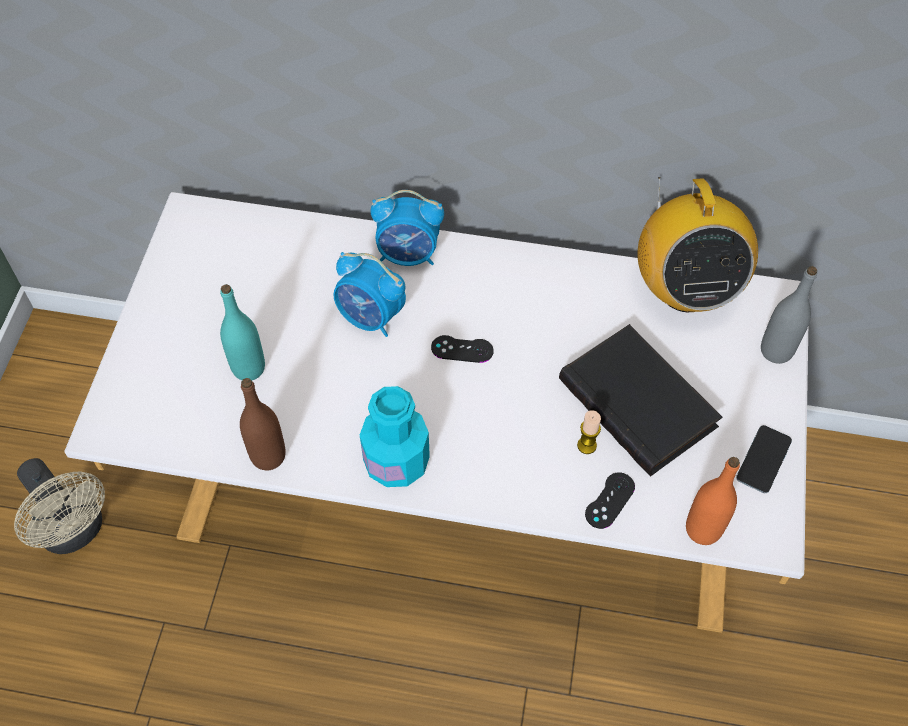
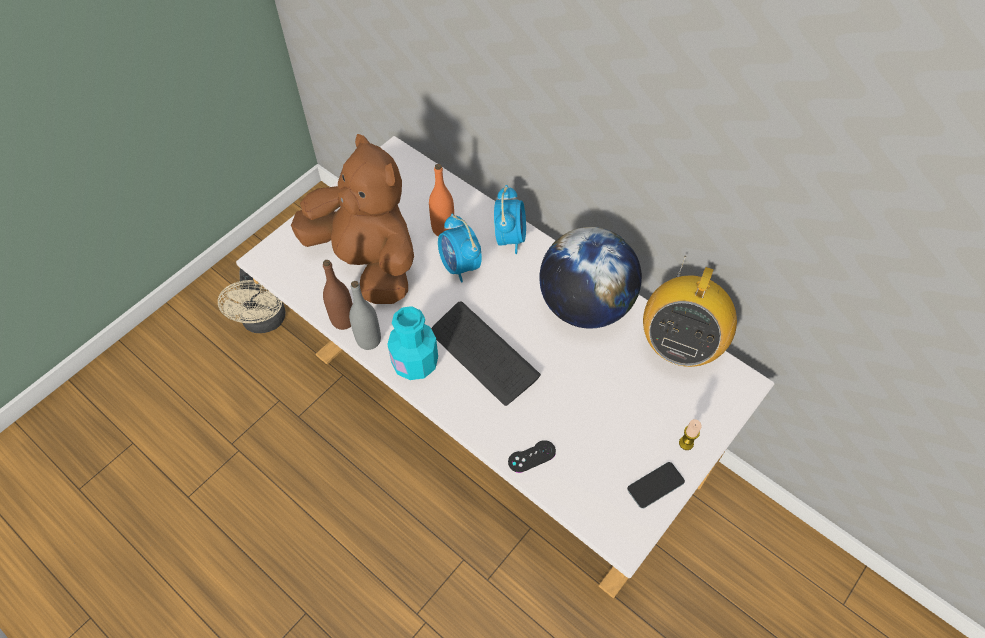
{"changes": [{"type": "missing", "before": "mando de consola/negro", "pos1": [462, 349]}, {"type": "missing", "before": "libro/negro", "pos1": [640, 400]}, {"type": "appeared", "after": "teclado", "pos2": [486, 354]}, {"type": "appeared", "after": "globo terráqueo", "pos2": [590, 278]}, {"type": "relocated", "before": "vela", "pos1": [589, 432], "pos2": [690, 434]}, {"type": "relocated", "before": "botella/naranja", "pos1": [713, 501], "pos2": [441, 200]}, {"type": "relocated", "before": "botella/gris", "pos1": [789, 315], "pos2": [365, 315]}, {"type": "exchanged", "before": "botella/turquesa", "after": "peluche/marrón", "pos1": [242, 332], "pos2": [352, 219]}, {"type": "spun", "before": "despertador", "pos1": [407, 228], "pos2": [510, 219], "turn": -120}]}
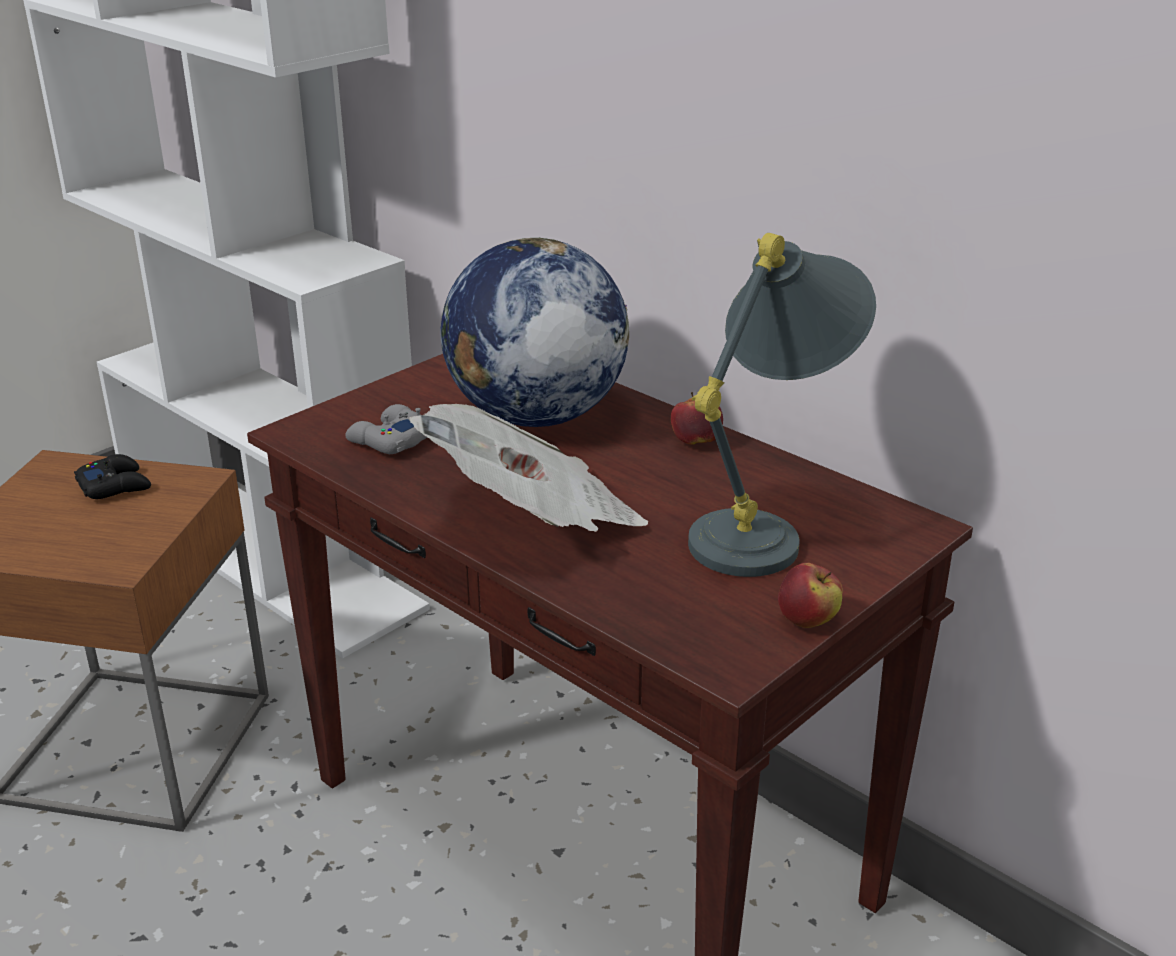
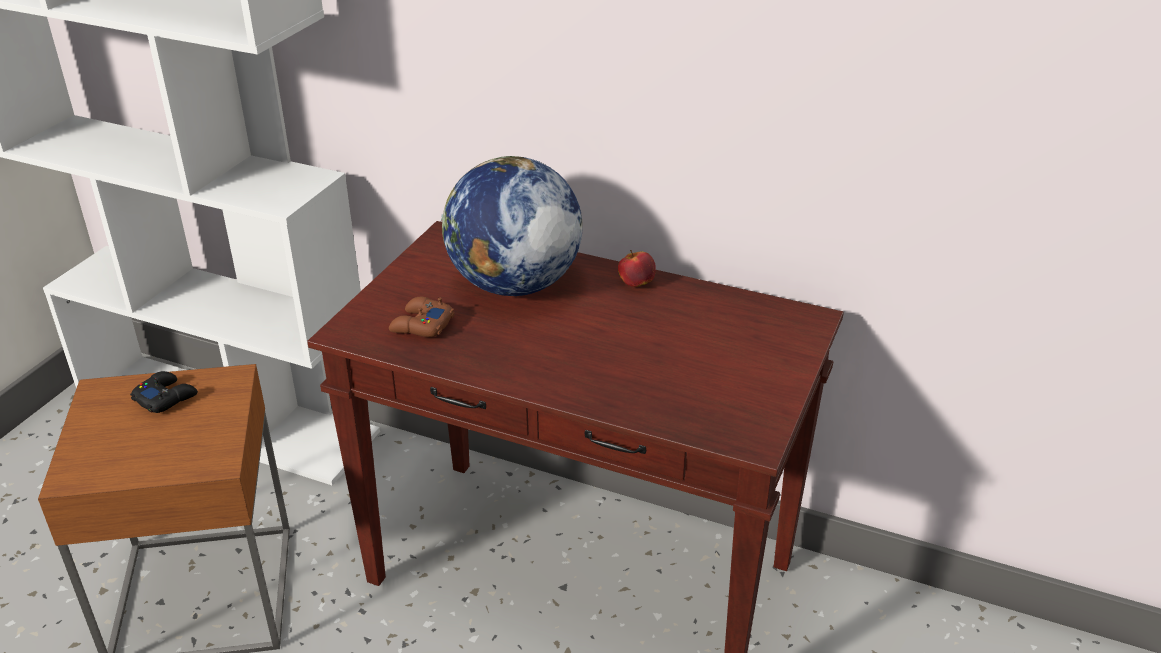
{"changes": [{"type": "missing", "before": "periódico", "pos1": [528, 468]}, {"type": "missing", "before": "lámpara de mesa/gris", "pos1": [782, 405]}, {"type": "missing", "before": "manzana", "pos1": [810, 595]}, {"type": "colour", "before": "mando de consola/gris", "after": "mando de consola/marrón", "pos1": [386, 429], "pos2": [421, 317]}]}
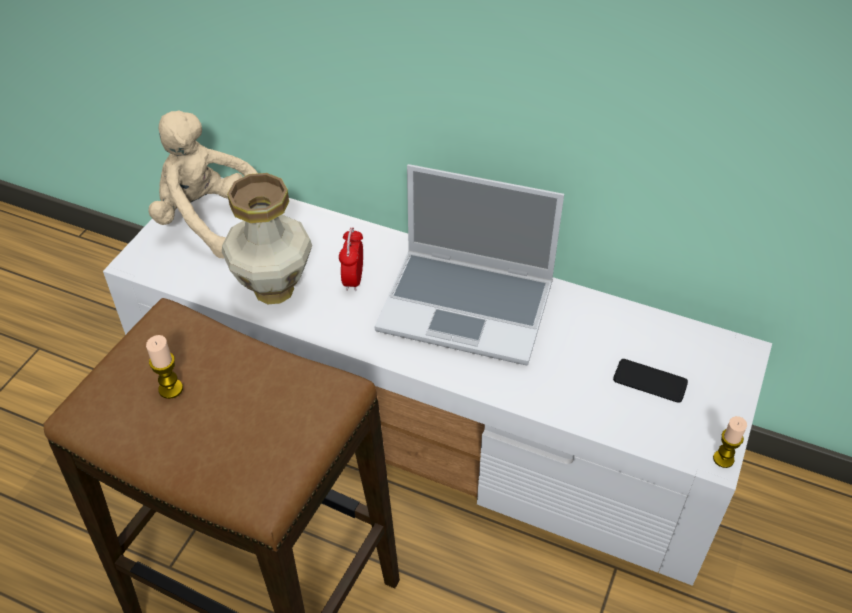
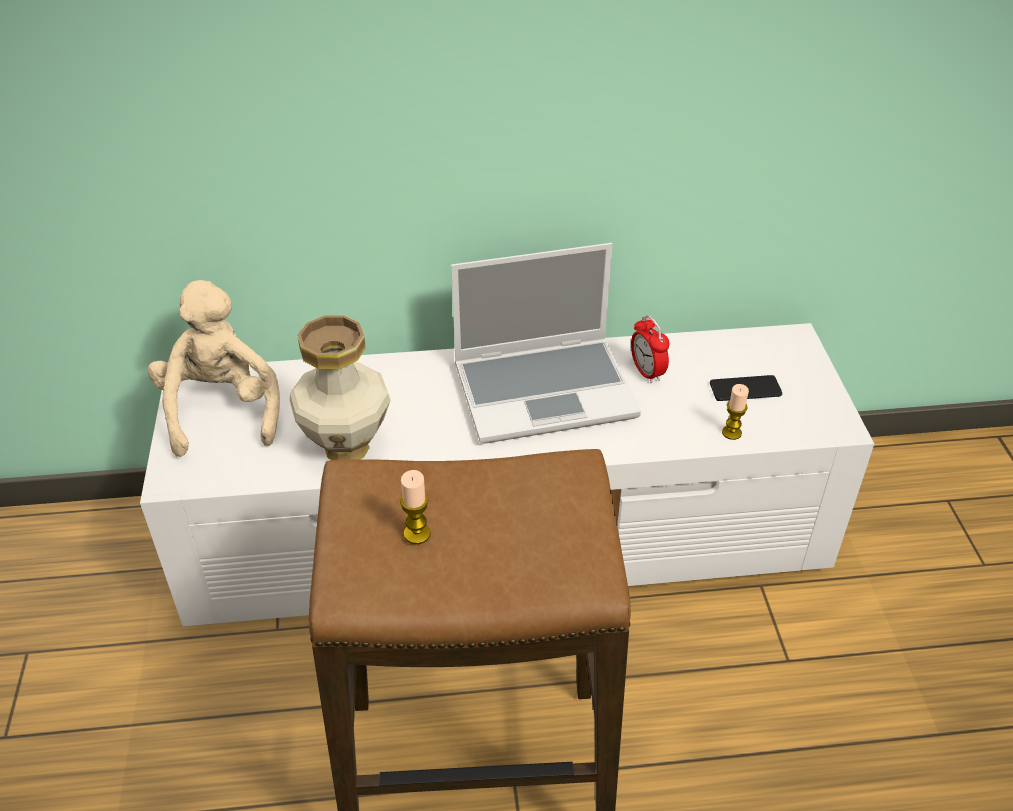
{"changes": [{"type": "relocated", "before": "despertador", "pos1": [351, 259], "pos2": [650, 349]}, {"type": "relocated", "before": "vela", "pos1": [730, 442], "pos2": [735, 412]}, {"type": "spun", "before": "peluche/beis", "pos1": [203, 184], "pos2": [214, 368], "turn": 75}]}
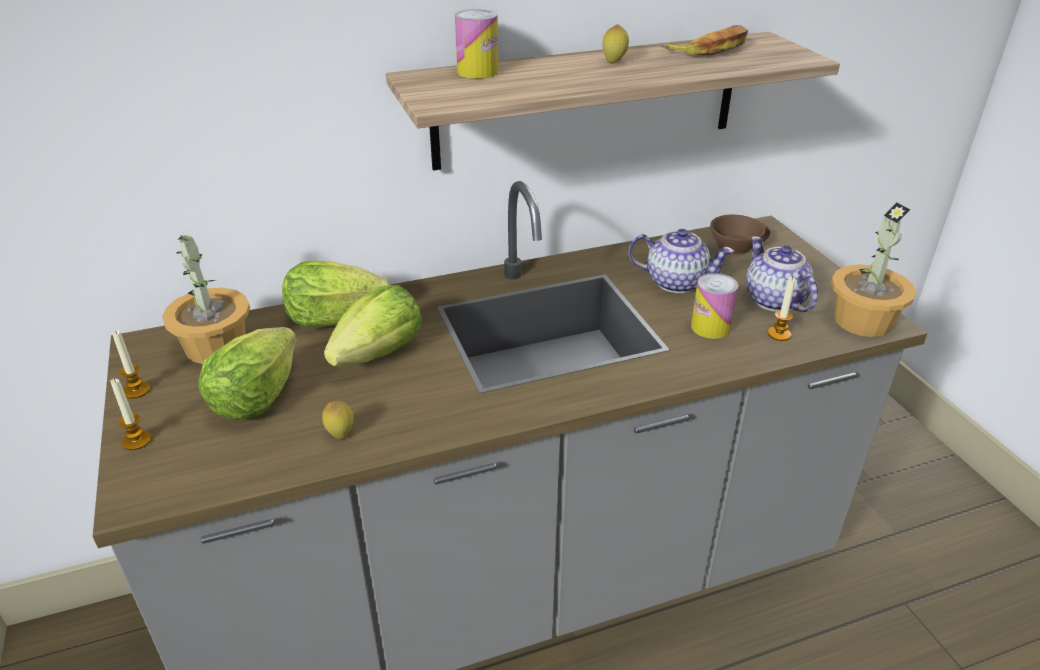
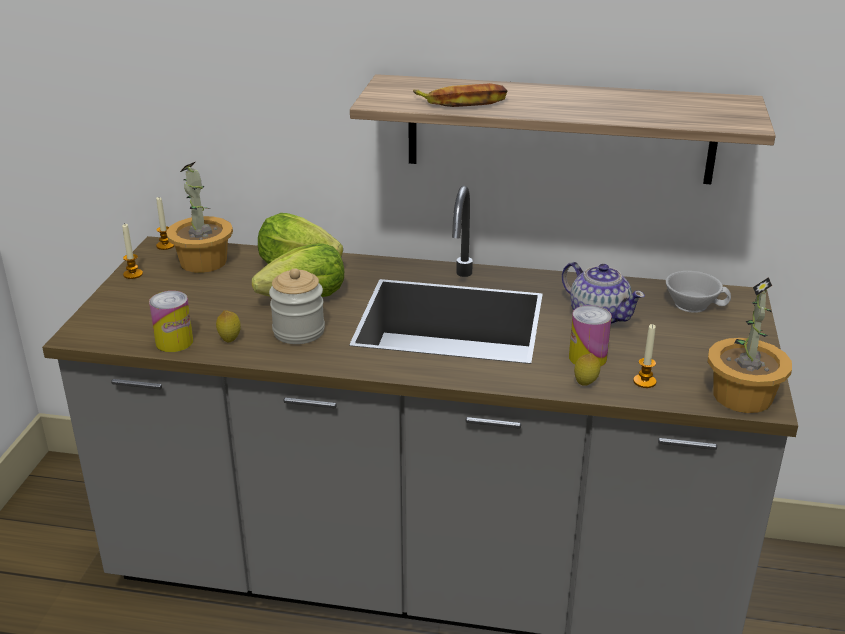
{"changes": [{"type": "missing", "before": "lechuga", "pos1": [247, 373]}, {"type": "missing", "before": "tetera", "pos1": [782, 274]}, {"type": "appeared", "after": "tarro", "pos2": [297, 306]}, {"type": "relocated", "before": "vela", "pos1": [130, 414], "pos2": [165, 223]}, {"type": "relocated", "before": "lata", "pos1": [476, 44], "pos2": [171, 321]}, {"type": "relocated", "before": "limón", "pos1": [615, 43], "pos2": [587, 369]}, {"type": "relocated", "before": "plátano", "pos1": [704, 40], "pos2": [460, 95]}, {"type": "colour", "before": "taza/marrón", "after": "taza/blanco", "pos1": [740, 234], "pos2": [698, 292]}]}
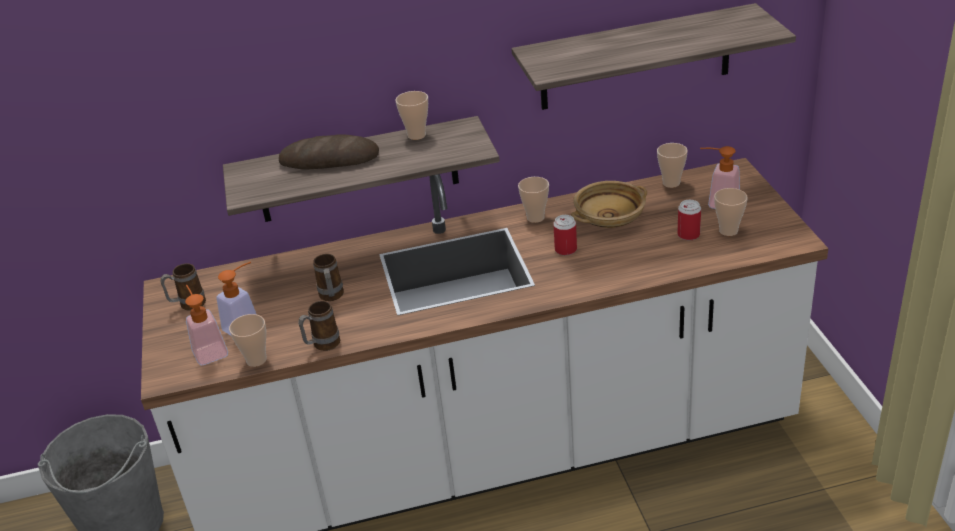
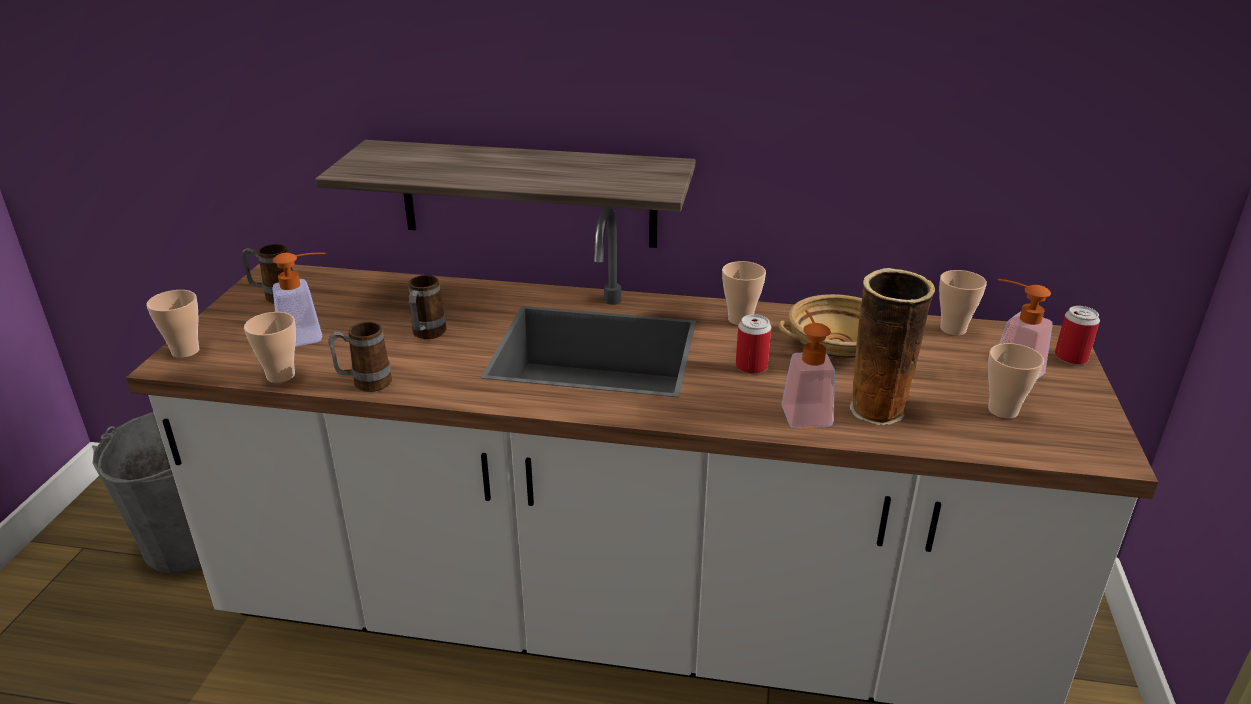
{"changes": [{"type": "missing", "before": "pan", "pos1": [329, 152]}, {"type": "missing", "before": "estante", "pos1": [653, 56]}, {"type": "appeared", "after": "florero", "pos2": [892, 346]}, {"type": "relocated", "before": "dispensador de jabón", "pos1": [206, 325], "pos2": [808, 369]}, {"type": "relocated", "before": "taza", "pos1": [412, 115], "pos2": [172, 324]}, {"type": "relocated", "before": "lata", "pos1": [689, 220], "pos2": [1077, 335]}]}
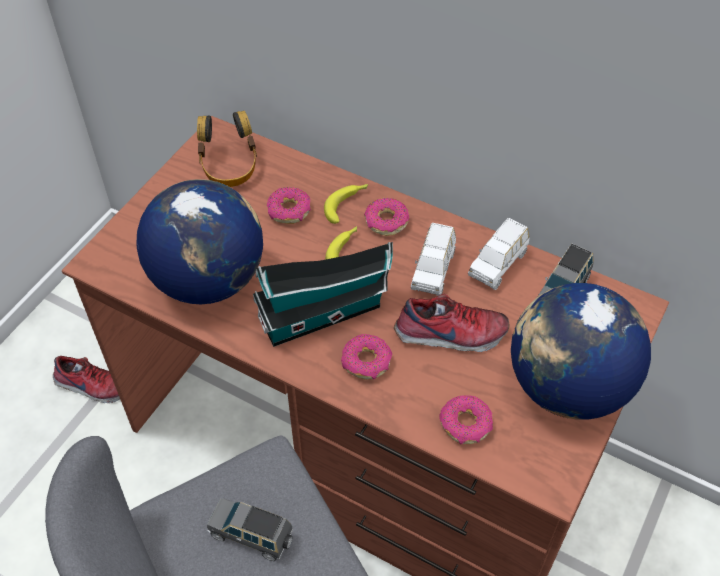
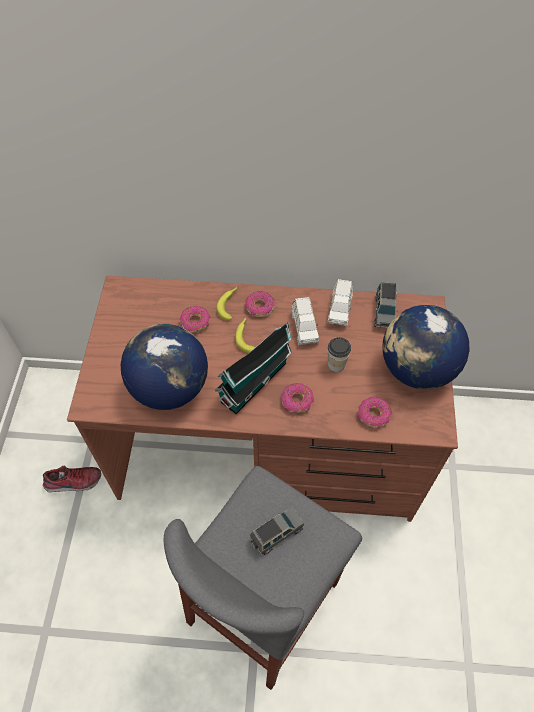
{"changes": [{"type": "missing", "before": "auriculares", "pos1": [227, 149]}, {"type": "exchanged", "before": "zapato", "after": "taza", "pos1": [451, 323], "pos2": [339, 354]}, {"type": "spun", "before": "coche de juguete/gris", "pos1": [250, 529], "pos2": [277, 531], "turn": 150}]}
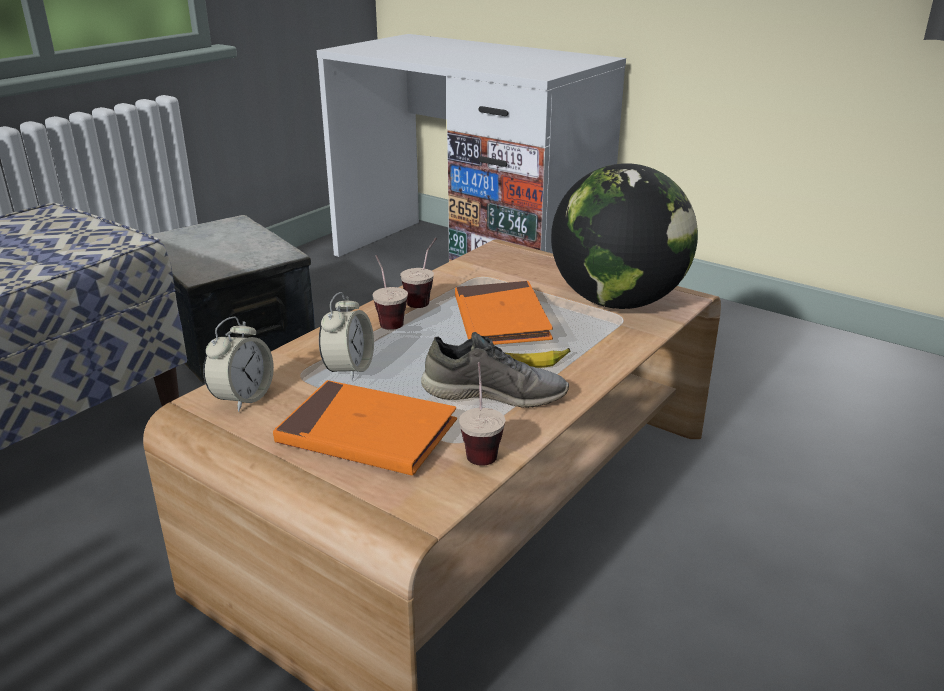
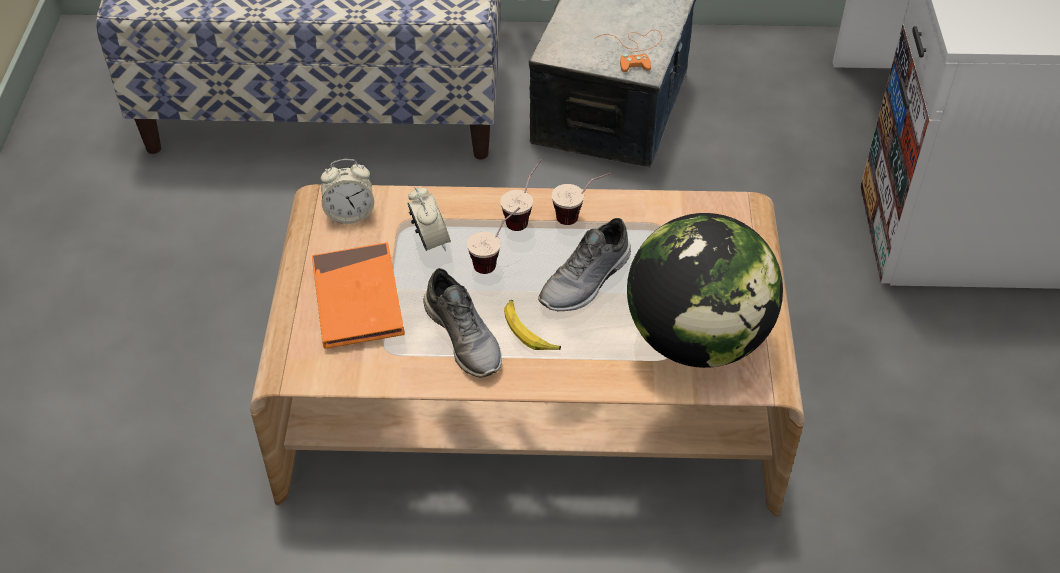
{"changes": [{"type": "appeared", "after": "mando de consola/naranja", "pos2": [628, 51]}, {"type": "relocated", "before": "taza", "pos1": [482, 414], "pos2": [493, 241]}, {"type": "exchanged", "before": "libro/naranja", "after": "zapato/gris", "pos1": [504, 313], "pos2": [584, 264]}, {"type": "spun", "before": "despertador", "pos1": [346, 336], "pos2": [429, 219], "turn": -90}]}
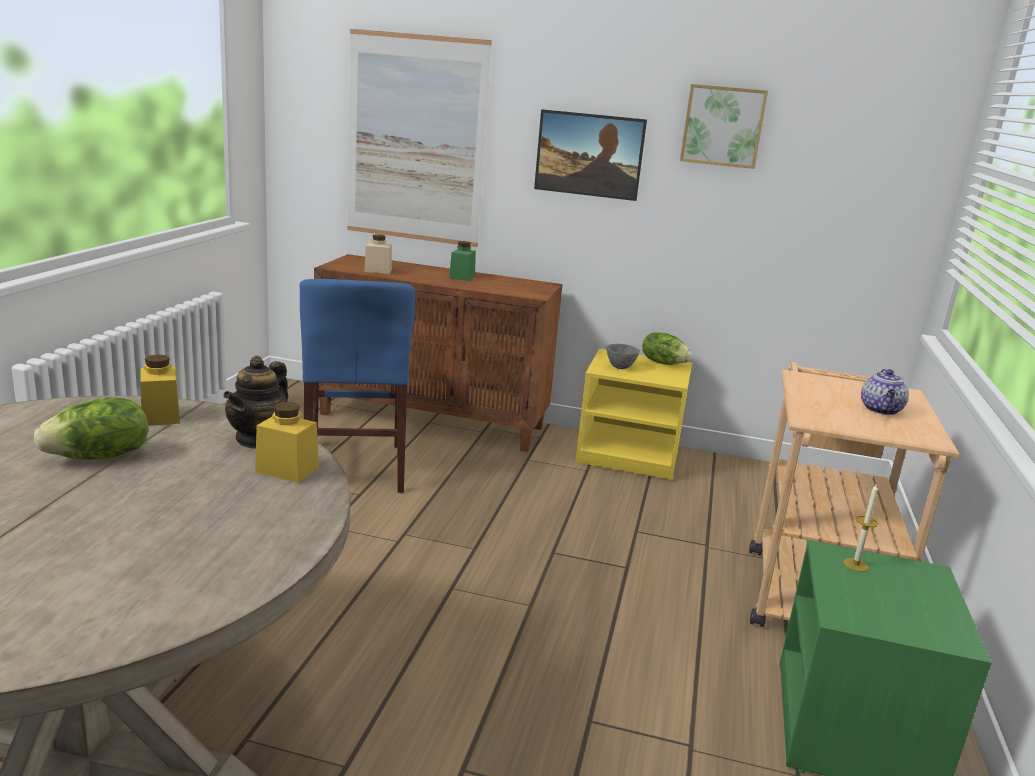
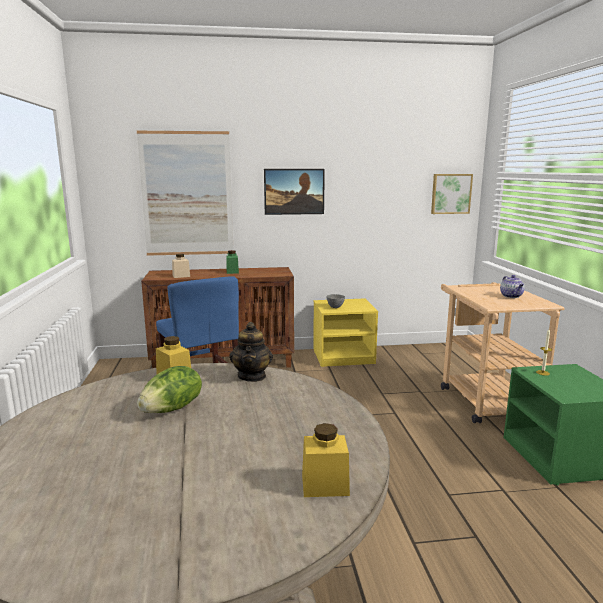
{"changes": [{"type": "missing", "before": "lechuga", "pos1": [667, 348]}, {"type": "relocated", "before": "tarro/amarillo", "pos1": [287, 442], "pos2": [326, 460]}, {"type": "relocated", "before": "cuadro", "pos1": [724, 126], "pos2": [452, 194]}]}
